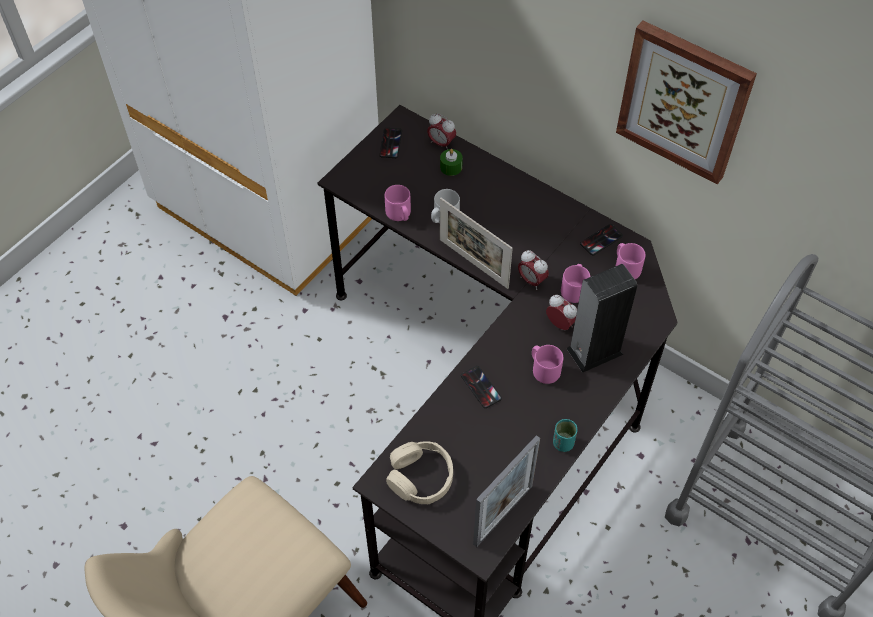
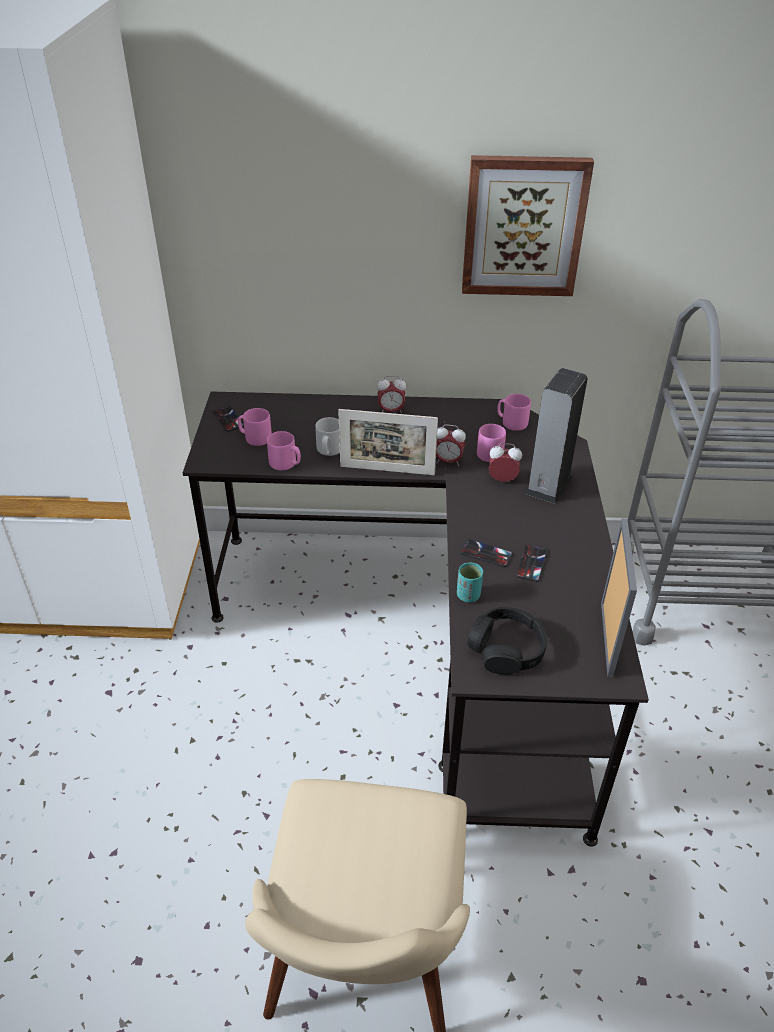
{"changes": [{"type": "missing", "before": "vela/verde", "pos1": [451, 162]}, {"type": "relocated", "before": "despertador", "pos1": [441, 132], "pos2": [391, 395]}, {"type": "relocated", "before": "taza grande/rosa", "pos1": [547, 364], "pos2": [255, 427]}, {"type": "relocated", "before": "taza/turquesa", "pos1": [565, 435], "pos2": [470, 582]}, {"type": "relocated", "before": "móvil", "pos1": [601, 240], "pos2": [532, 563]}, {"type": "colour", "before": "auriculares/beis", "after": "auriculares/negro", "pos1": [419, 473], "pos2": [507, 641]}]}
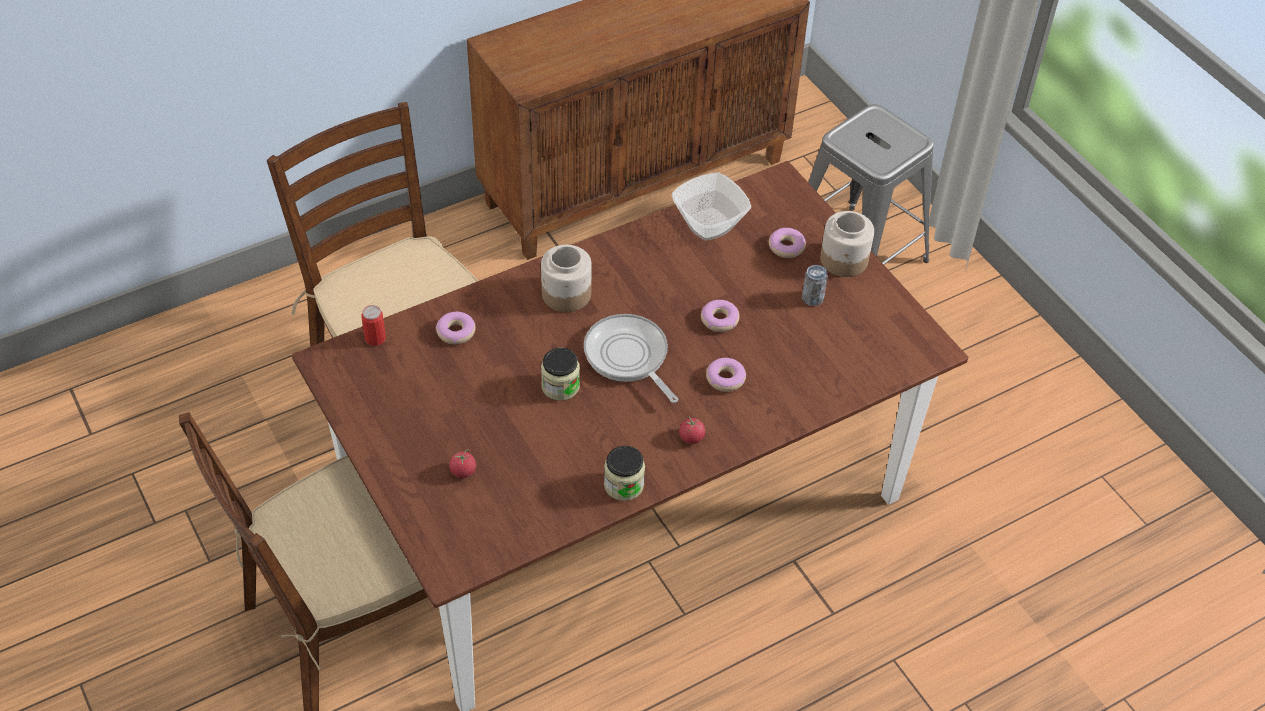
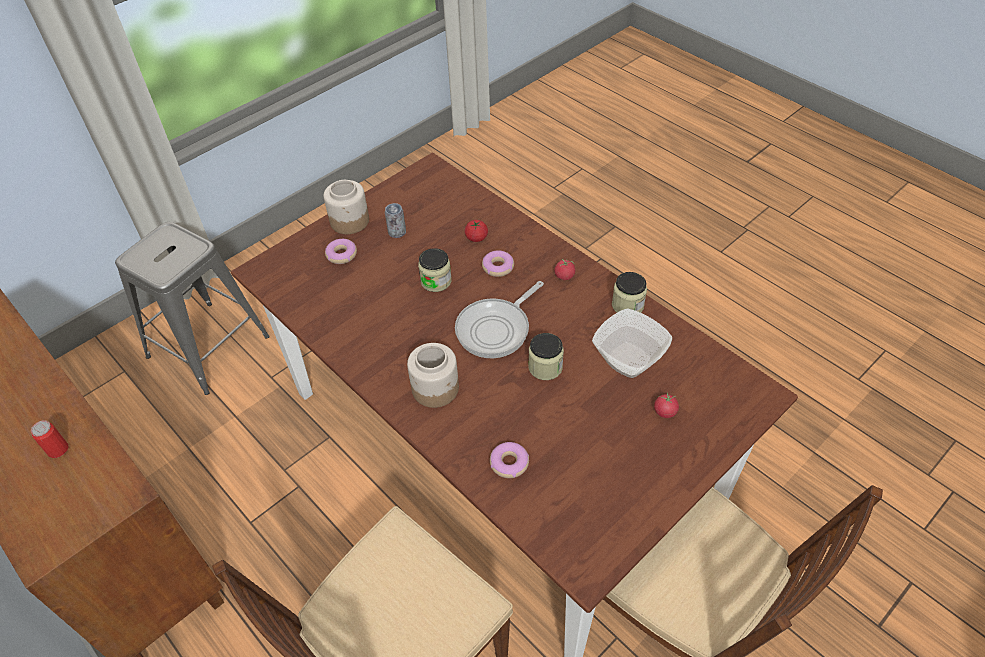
{"changes": [{"type": "appeared", "after": "tomate", "pos2": [476, 231]}, {"type": "relocated", "before": "lata", "pos1": [373, 325], "pos2": [49, 439]}, {"type": "relocated", "before": "cuenco", "pos1": [711, 206], "pos2": [632, 343]}, {"type": "exchanged", "before": "rosquilla", "after": "tarro", "pos1": [720, 316], "pos2": [435, 270]}]}
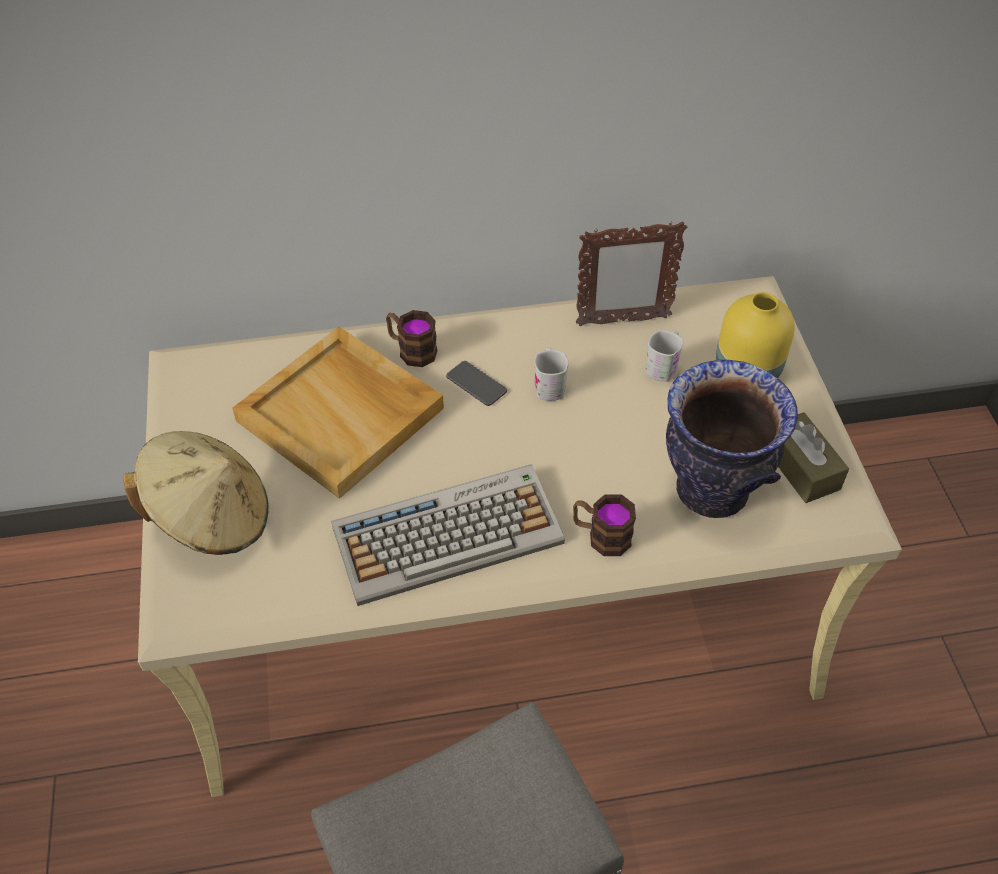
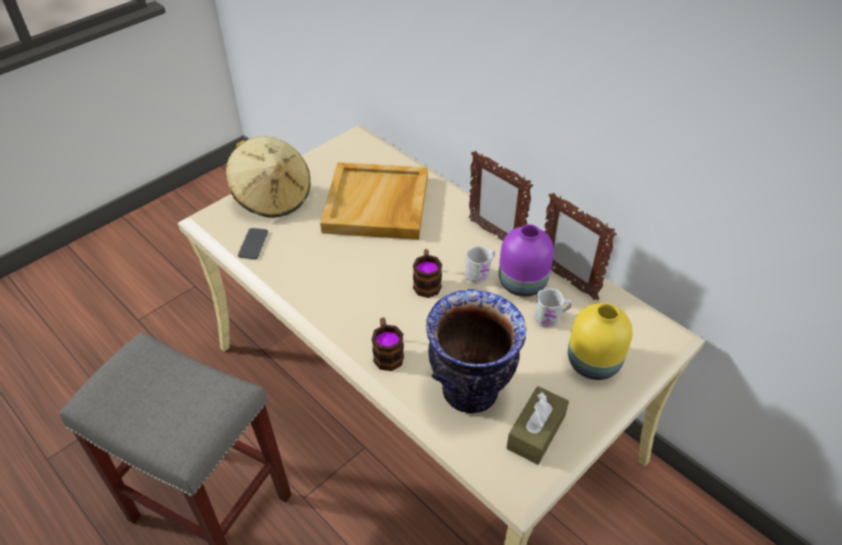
{"changes": [{"type": "missing", "before": "teclado", "pos1": [448, 535]}, {"type": "appeared", "after": "portarretratos", "pos2": [501, 196]}, {"type": "appeared", "after": "florero/morado", "pos2": [526, 260]}, {"type": "relocated", "before": "taza grande", "pos1": [412, 338], "pos2": [427, 273]}, {"type": "relocated", "before": "móvil", "pos1": [476, 383], "pos2": [253, 243]}]}
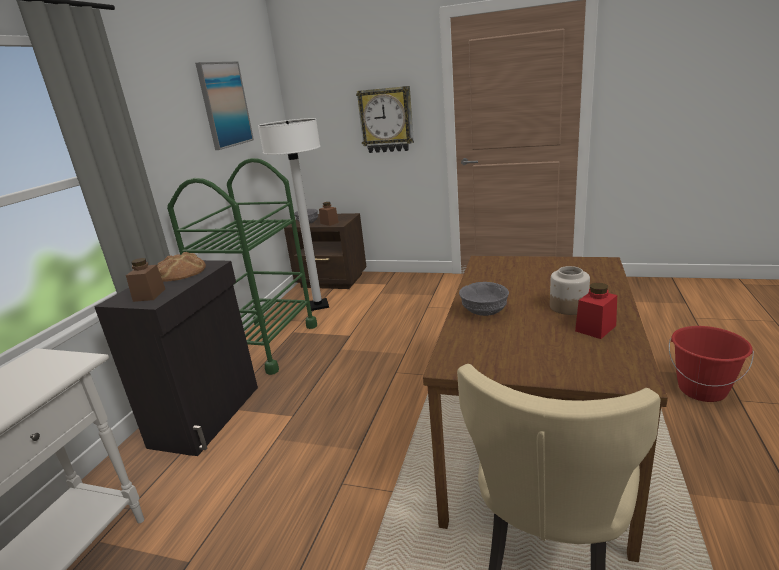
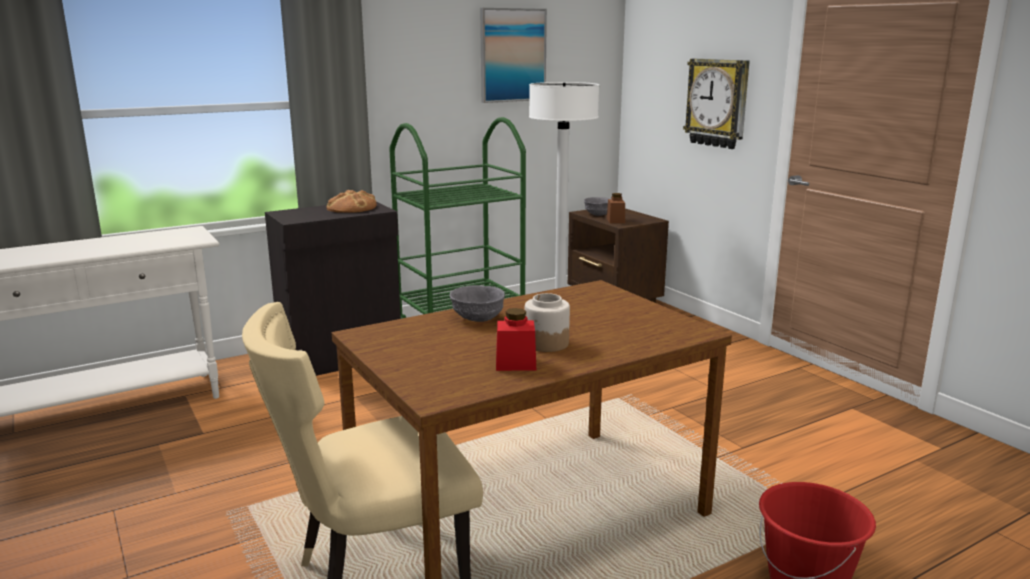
{"changes": [{"type": "missing", "before": "tarro/marrón", "pos1": [145, 280]}]}
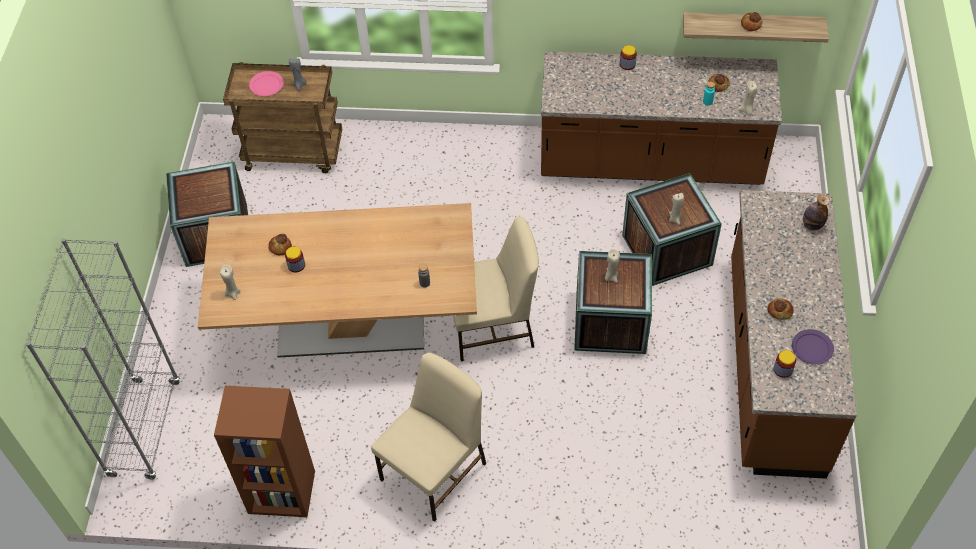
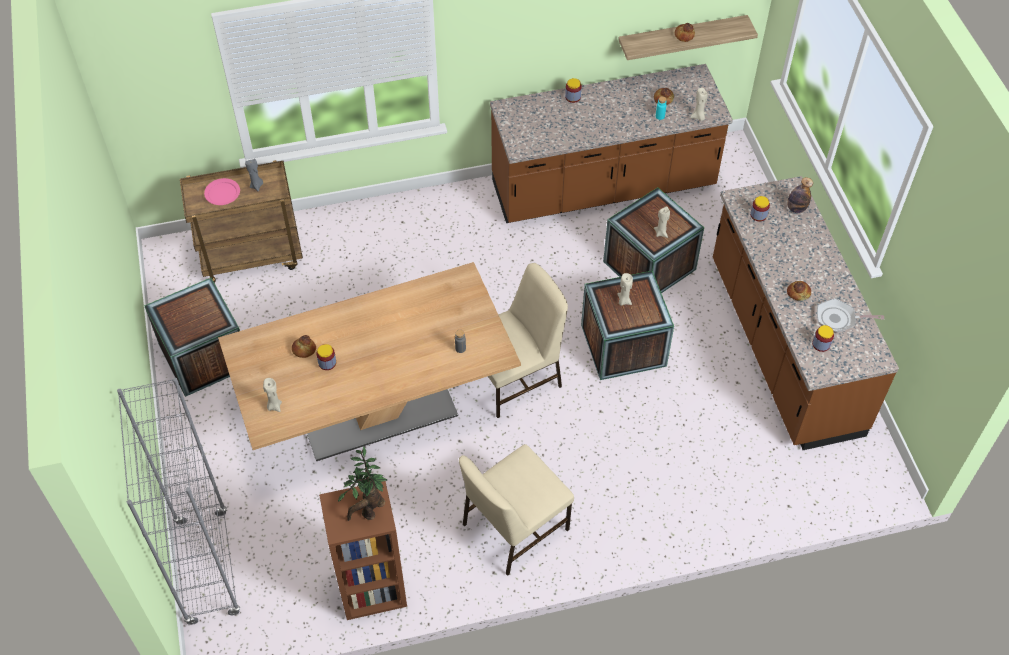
{"changes": [{"type": "appeared", "after": "planta en maceta", "pos2": [362, 484]}, {"type": "appeared", "after": "tarro", "pos2": [760, 208]}, {"type": "exchanged", "before": "plato/morado", "after": "sartén", "pos1": [813, 347], "pos2": [850, 315]}, {"type": "spun", "before": "silla/beis", "pos1": [428, 437], "pos2": [516, 510], "turn": -150}]}
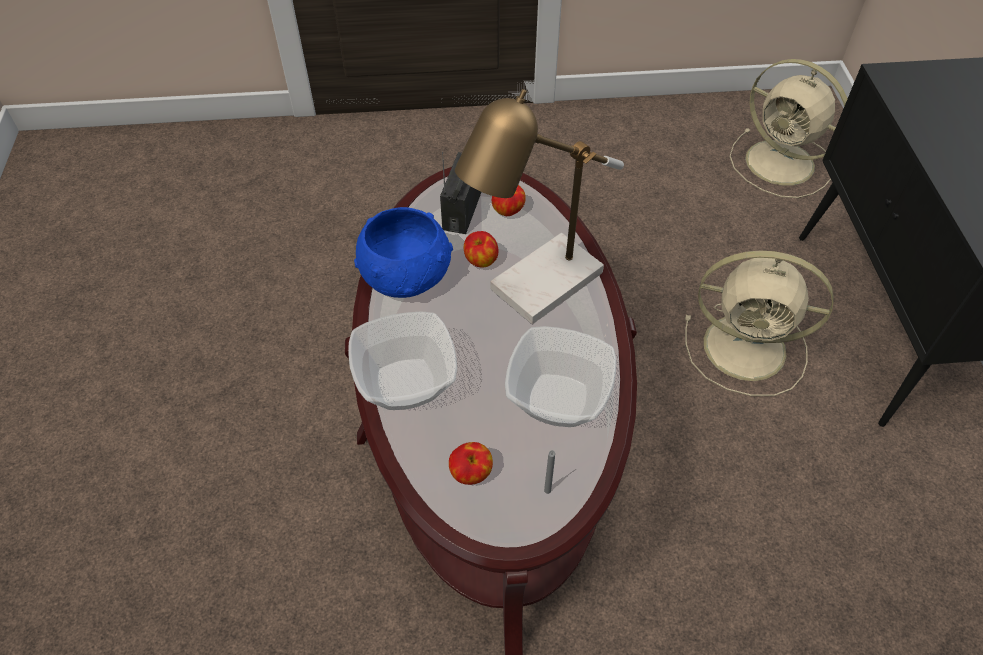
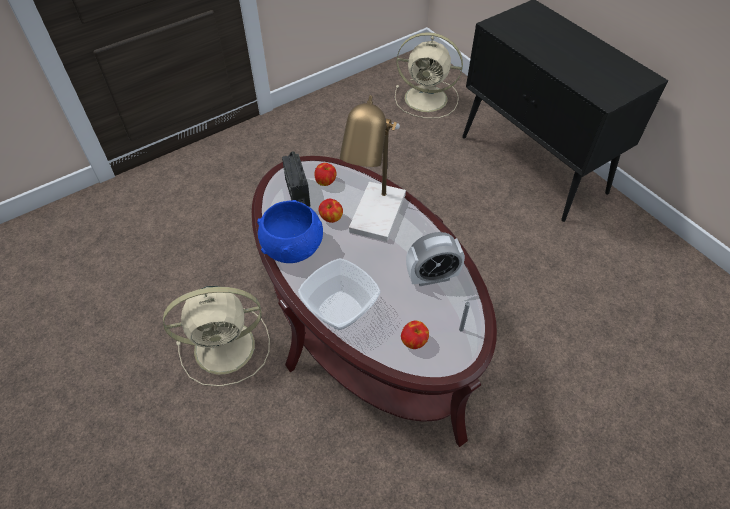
{"changes": [{"type": "relocated", "before": "ventilador/beis", "pos1": [759, 323], "pos2": [216, 336]}, {"type": "exchanged", "before": "cuenco", "after": "despertador", "pos1": [560, 376], "pos2": [435, 259]}]}
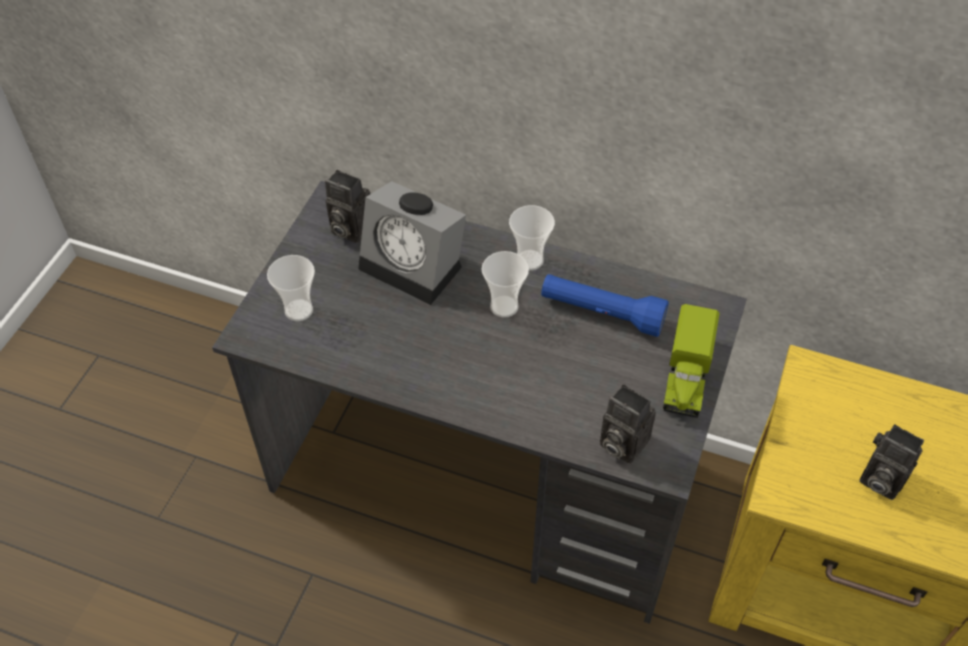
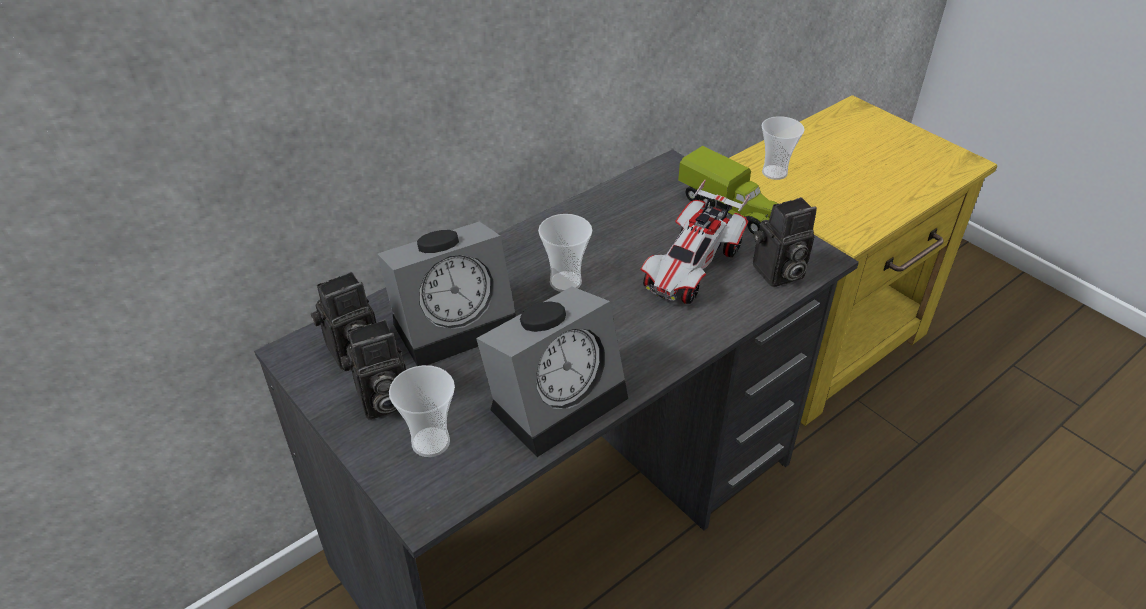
{"changes": [{"type": "missing", "before": "linterna/azul", "pos1": [605, 305]}, {"type": "appeared", "after": "despertador", "pos2": [552, 371]}, {"type": "appeared", "after": "coche de juguete", "pos2": [695, 242]}, {"type": "relocated", "before": "taza", "pos1": [532, 237], "pos2": [783, 148]}, {"type": "relocated", "before": "cámara", "pos1": [891, 462], "pos2": [373, 369]}]}
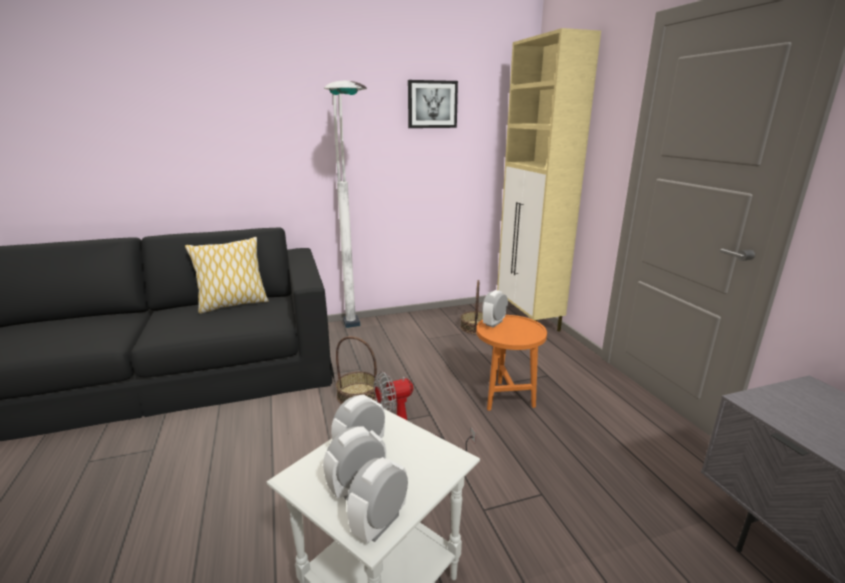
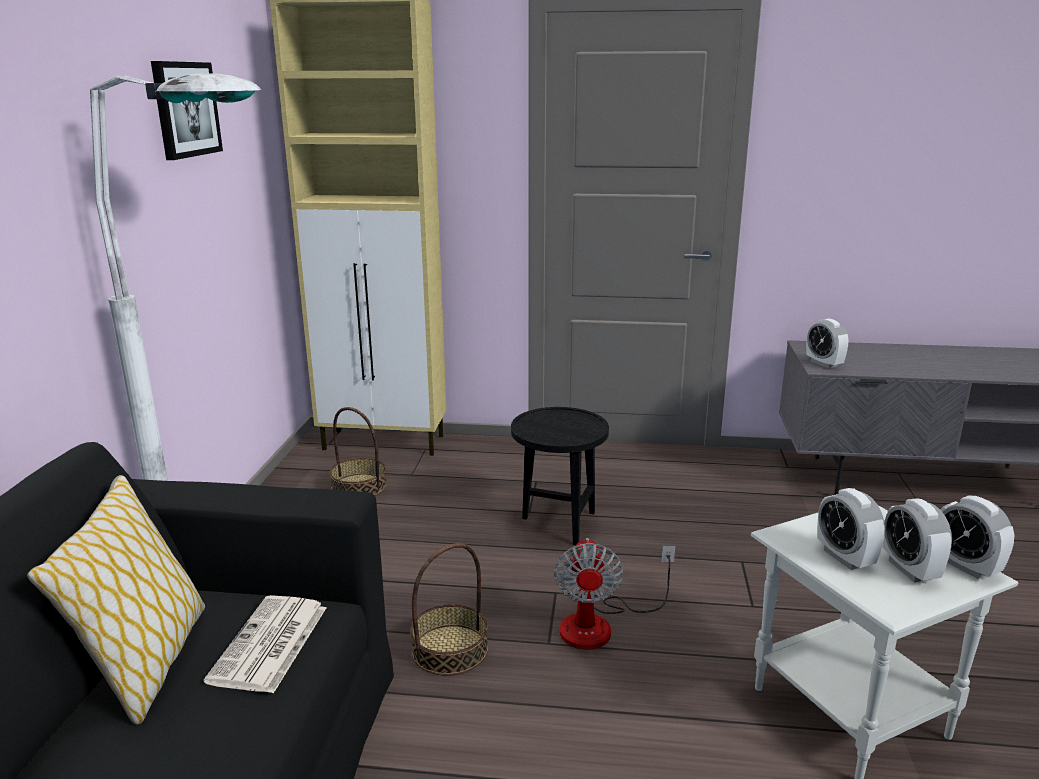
{"changes": [{"type": "appeared", "after": "periódico", "pos2": [265, 644]}, {"type": "relocated", "before": "despertador", "pos1": [495, 309], "pos2": [827, 343]}, {"type": "colour", "before": "mesa auxiliar/naranja", "after": "mesa auxiliar/negro", "pos1": [511, 363], "pos2": [560, 476]}]}
